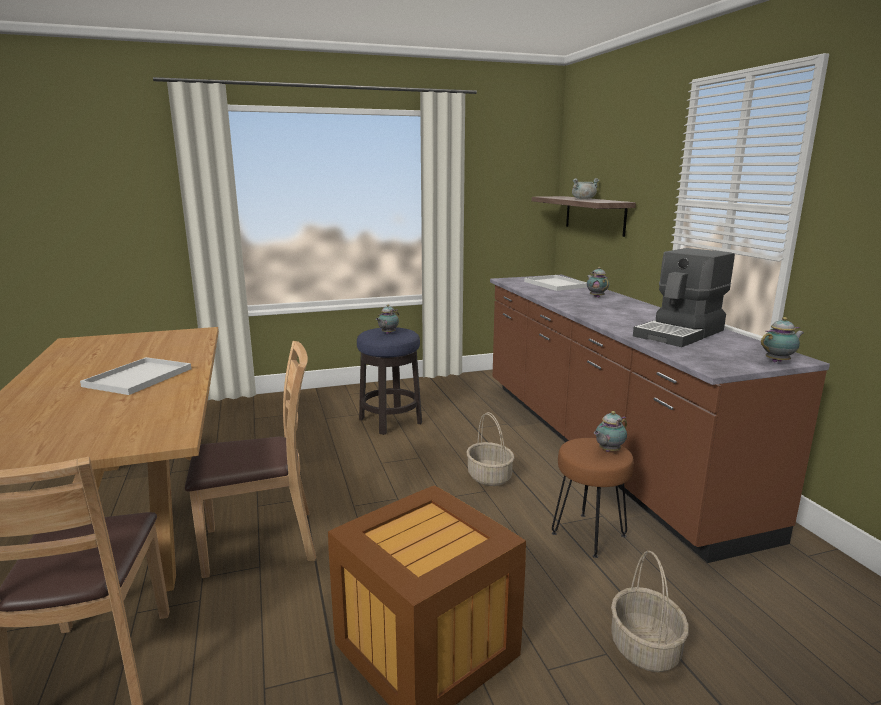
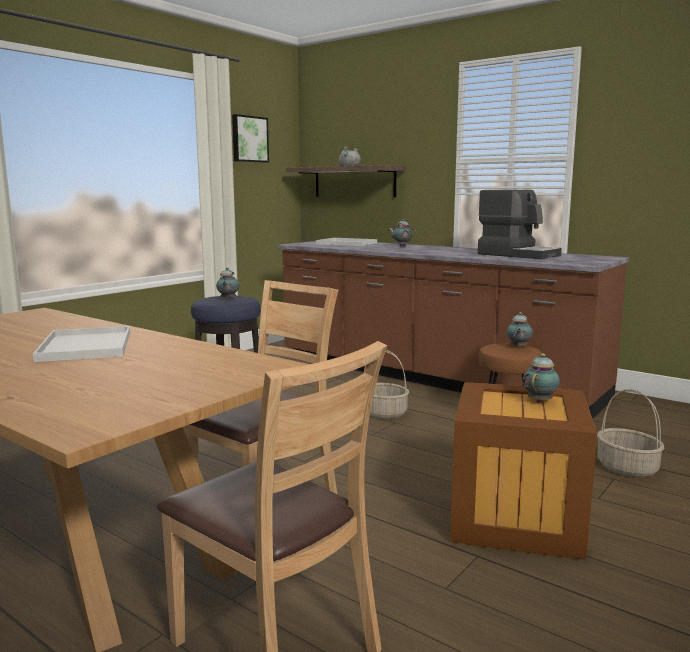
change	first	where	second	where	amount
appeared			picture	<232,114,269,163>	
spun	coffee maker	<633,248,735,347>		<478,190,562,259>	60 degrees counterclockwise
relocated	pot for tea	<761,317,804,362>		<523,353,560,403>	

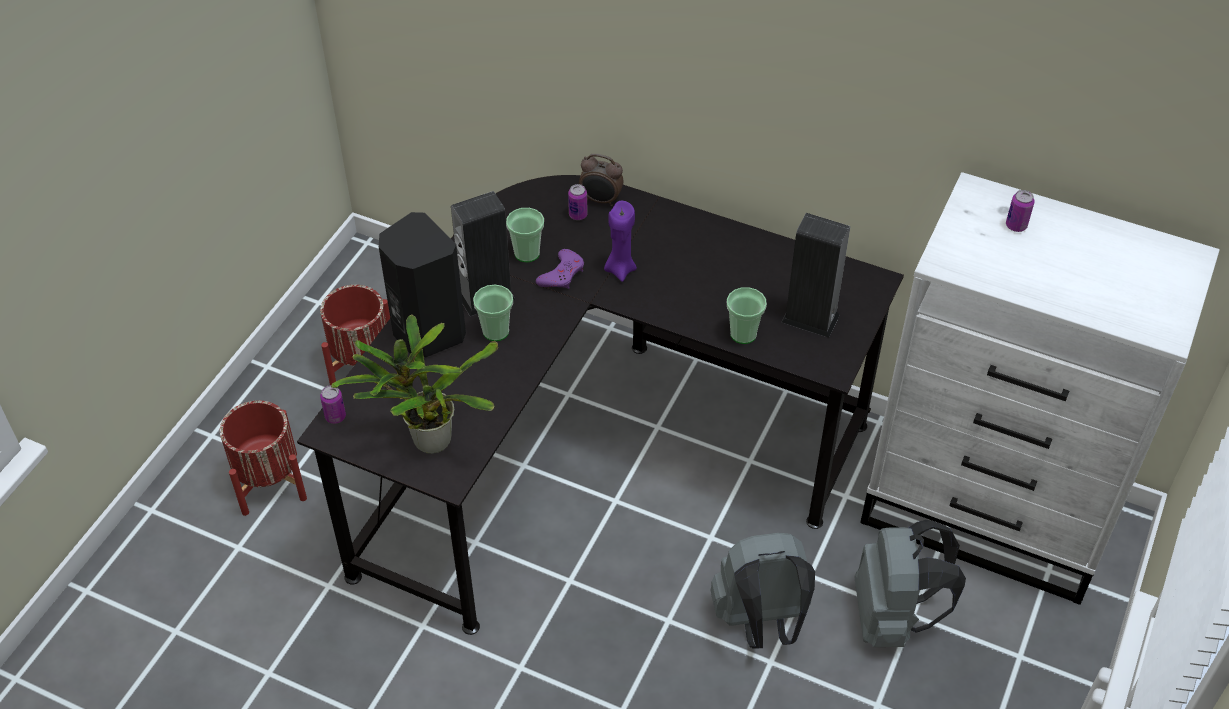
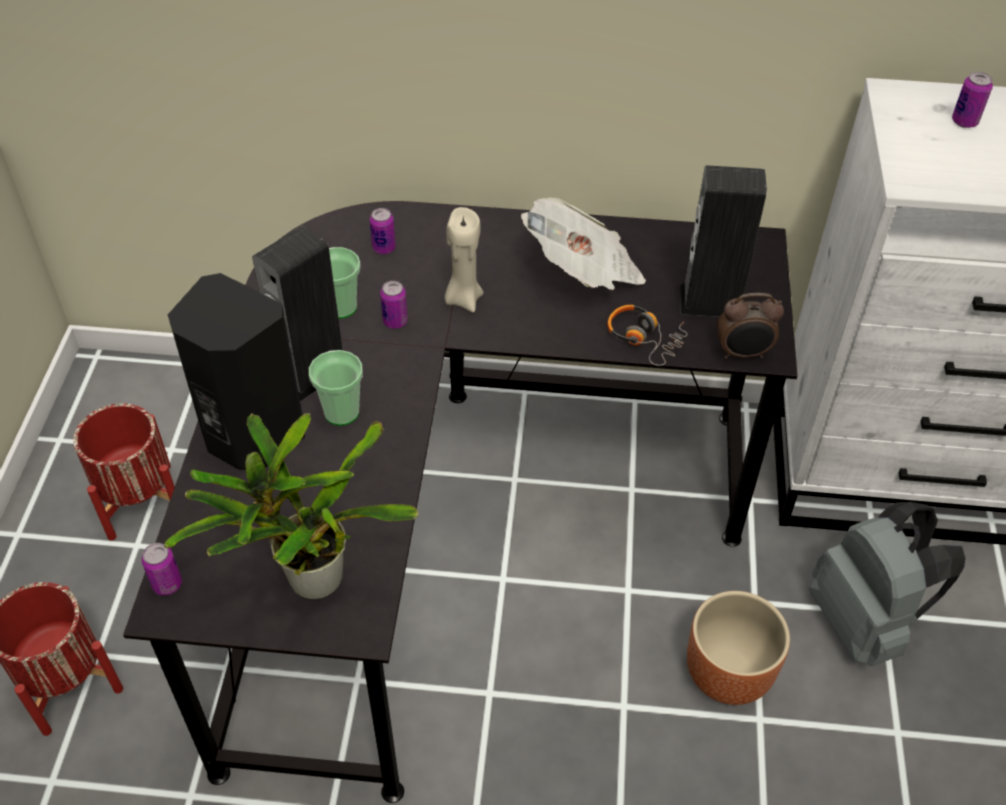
change	first	where	second	where	amount
exchanged	purplish game controller	<536,249,584,289>	sealed can	<380,281,408,329>	
colour	purplish wax light	<604,201,637,282>	sand-coloured wax light	<445,207,483,313>	
appeared			printed paper	<521,197,646,290>	
exchanged	drinking cup	<727,287,767,344>	pair of headphones	<607,305,688,366>	
exchanged	greyish knapsack	<711,533,815,649>	brown-coloured plant pot	<687,591,790,705>	
relocated	table clock	<579,154,623,206>		<717,293,784,359>	

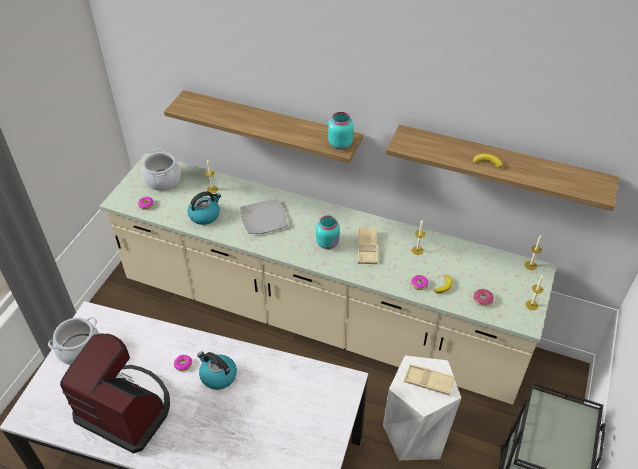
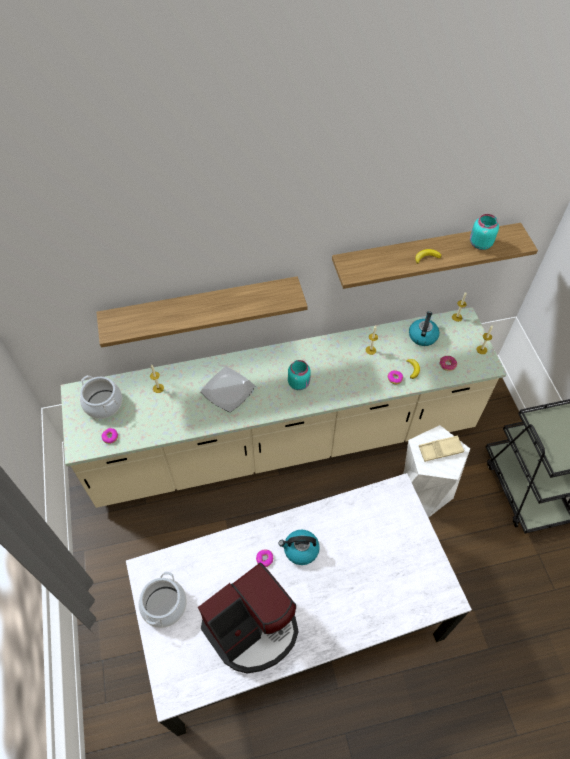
change	first	where	second	where	amount
spun	coffee maker	<60,334,170,453>		<198,563,298,673>	150 degrees clockwise
relocated	water kettle	<188,191,221,225>		<409,311,439,346>	
relocated	turquoise-coloured preserve jar	<328,112,354,149>		<470,214,499,250>	
missing	sand-coloured serving tray	<357,227,377,264>			

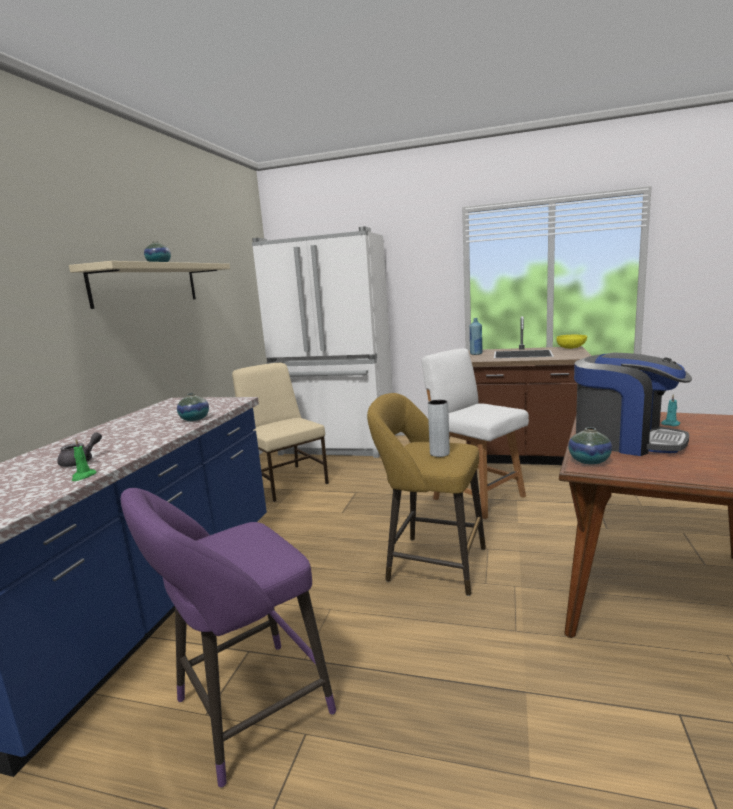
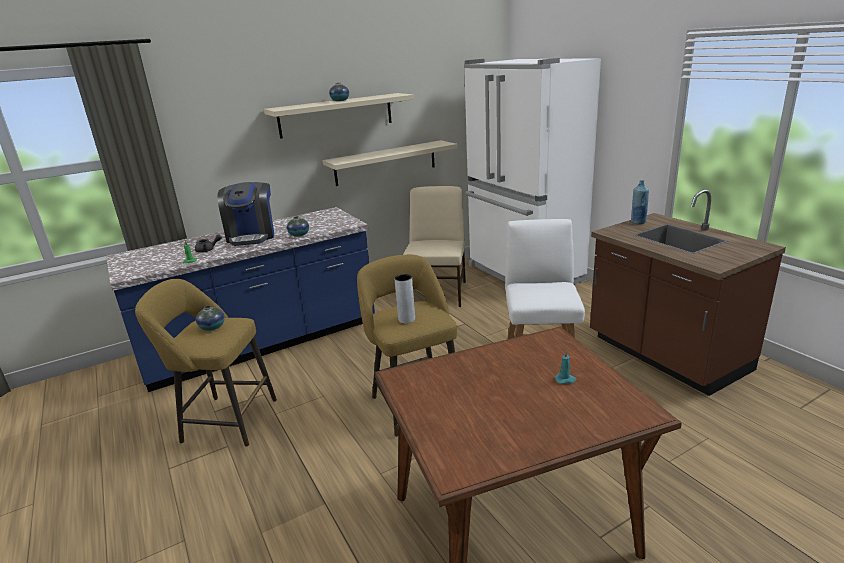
change	first	where	second	where	amount
colour	purplish sitting stool	<120,488,336,788>	yellowish sitting stool	<135,279,277,447>	
relocated	vase	<568,427,612,465>		<196,305,225,331>	
relocated	coffee maker	<574,353,692,456>		<217,182,274,246>	
appeared			sand-coloured wall shelf	<323,140,458,186>	
missing	yellowish serving bowl	<556,335,587,349>			

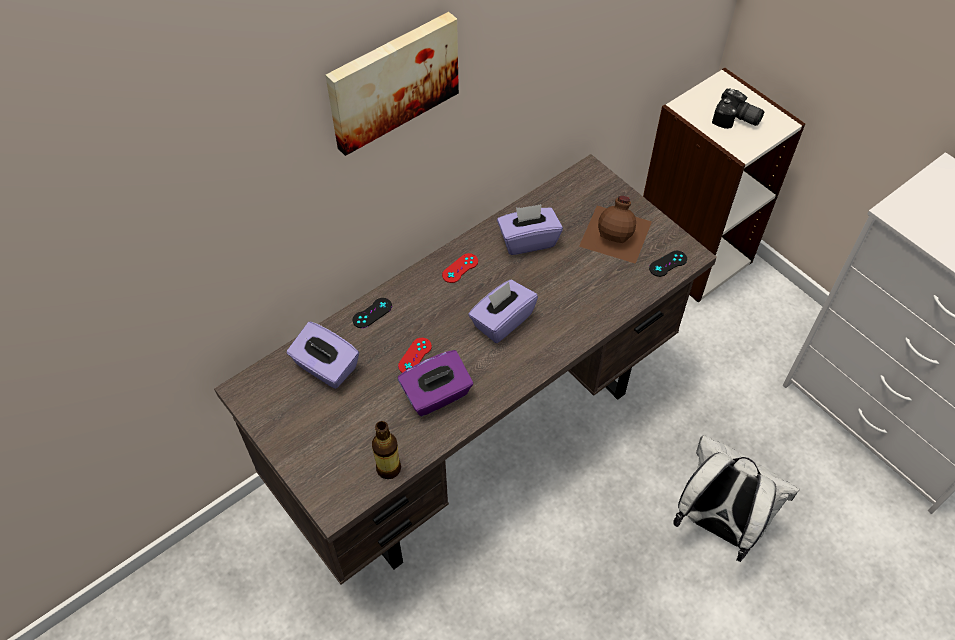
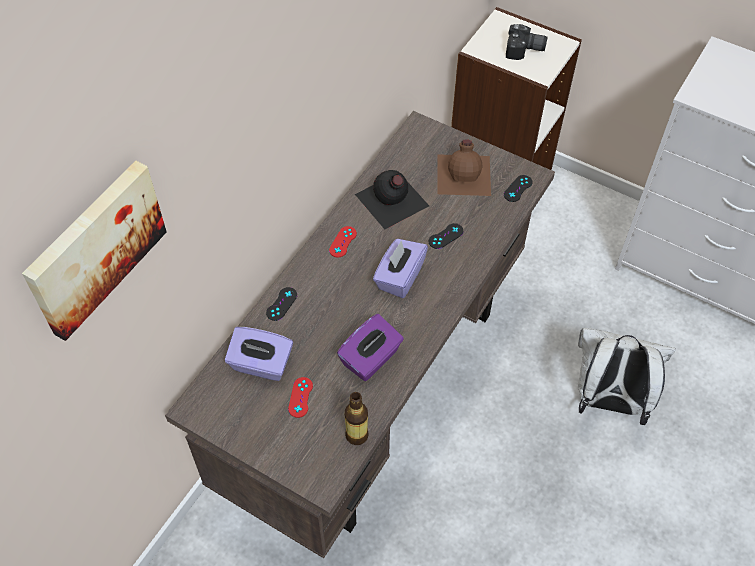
change	first	where	second	where	amount
relocated	picture	<325,12,459,156>		<22,161,167,341>	
relocated	red game controller	<398,338,432,373>		<288,377,313,418>	
exchanged	purplish tissue box	<497,204,563,255>	black drink bottle	<355,170,429,229>	
appeared			black game controller	<429,223,464,249>	

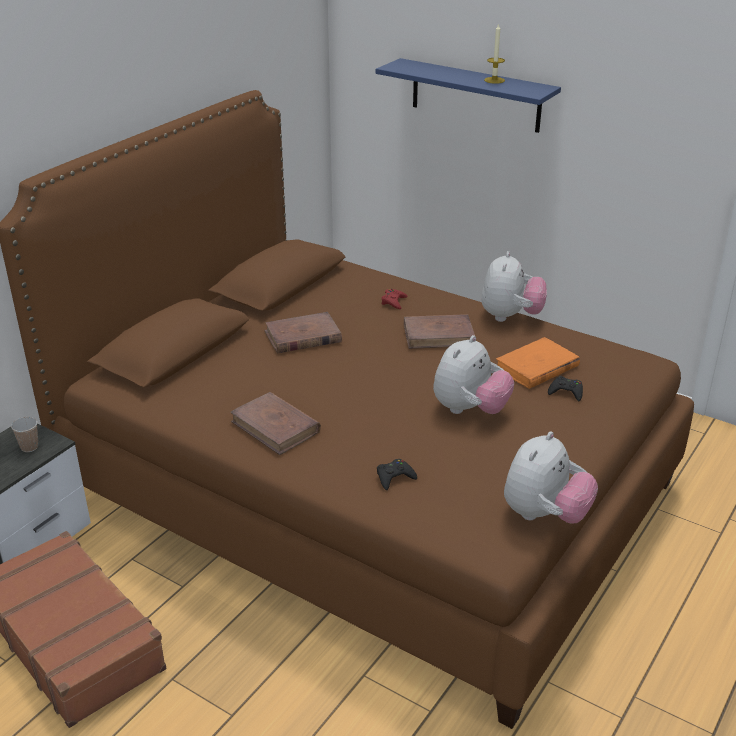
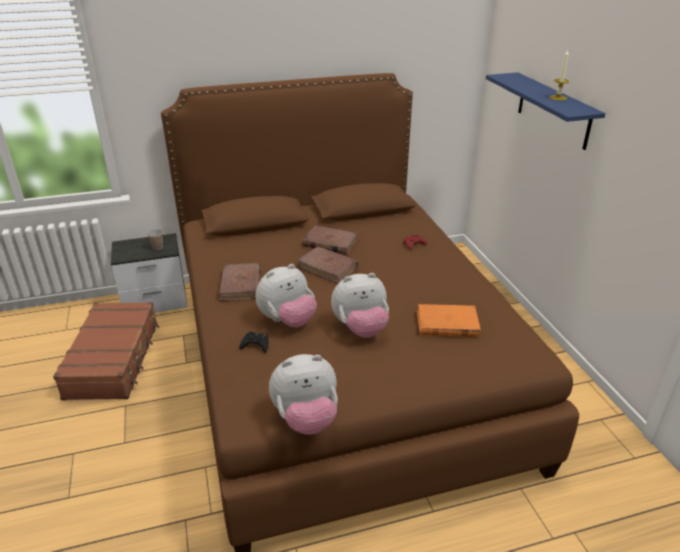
change	first	where	second	where	amount
relocated	cuddly toy	<481,251,547,322>		<255,264,317,327>	
relocated	brown-coloured book	<404,314,475,349>		<297,247,359,283>	
missing	black game controller	<548,376,583,401>			

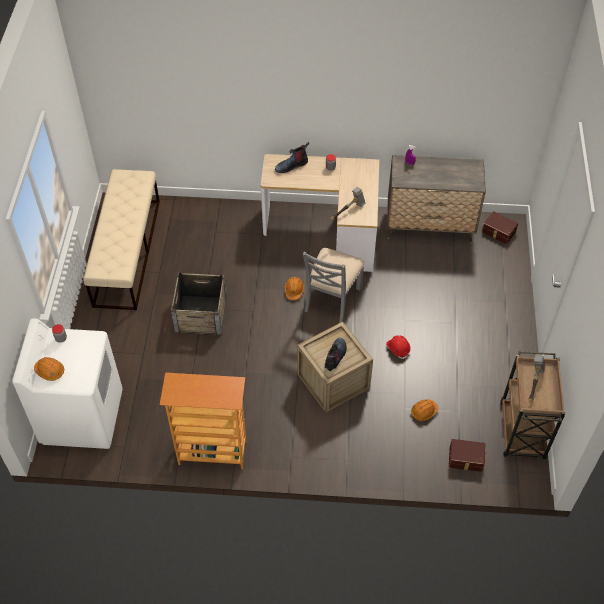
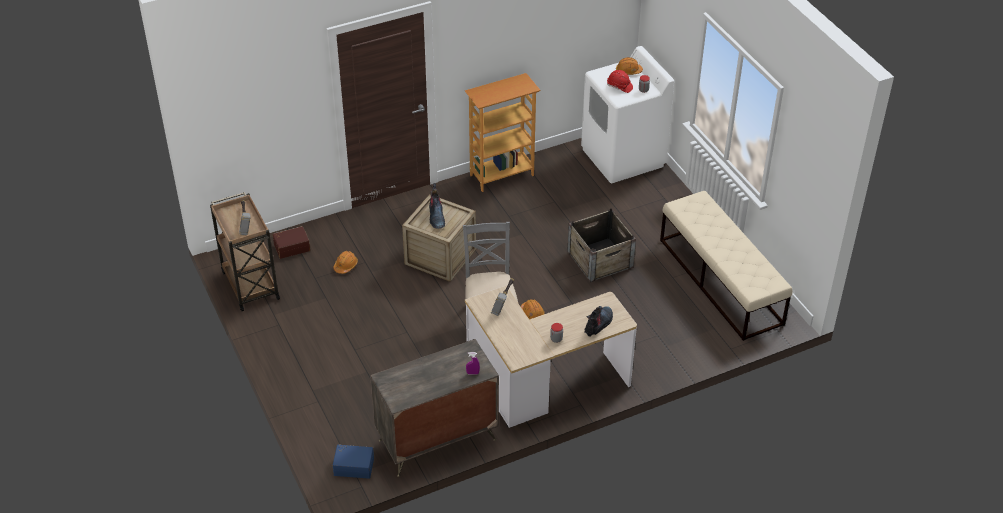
change	first	where	second	where	amount
colour	brown-coloured storage box	<482,211,518,244>	blue storage box	<333,445,374,479>	
relocated	red work helmet	<386,335,411,359>		<607,70,633,93>	

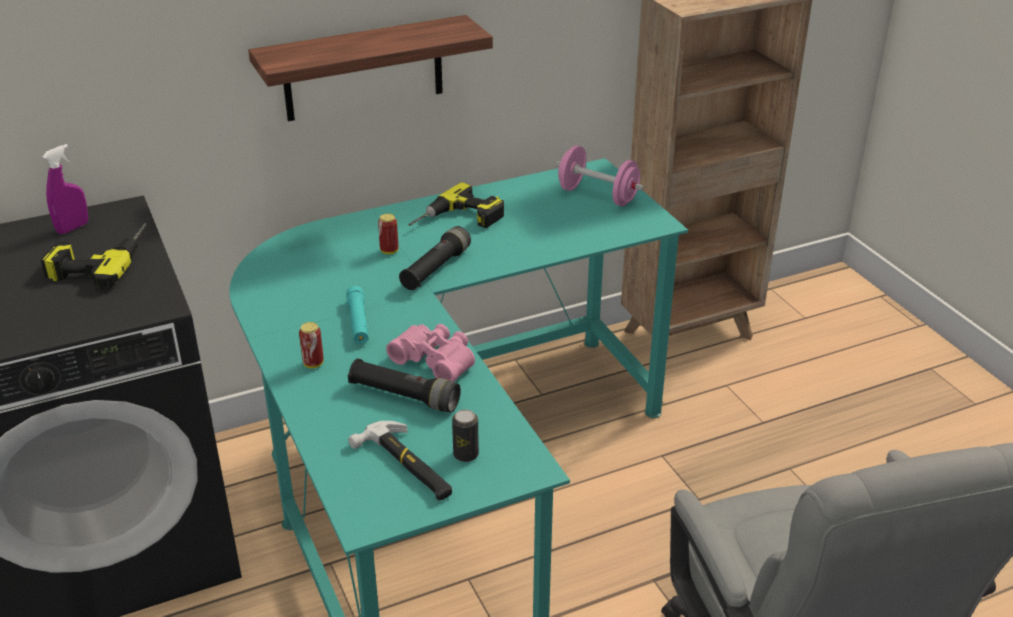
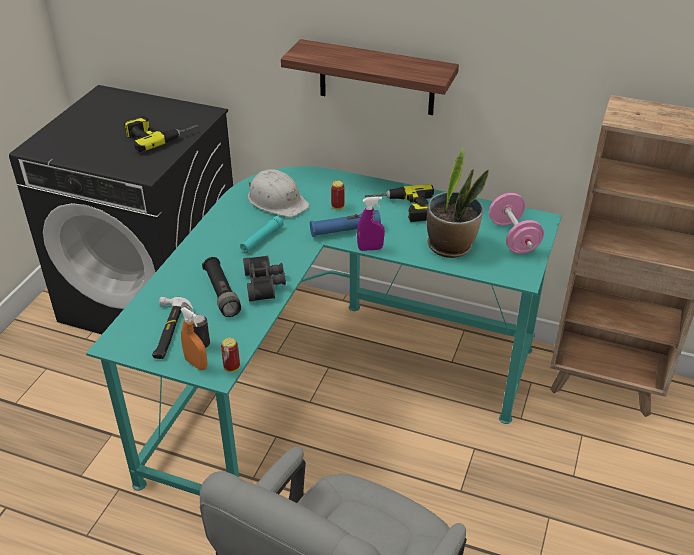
change	first	where	second	where	amount
appeared			orangey hand sprayer	<180,307,207,370>	
relocated	sealed can	<299,322,324,368>		<221,338,240,372>	
colour	pink-coloured field glasses	<386,324,475,382>	black field glasses	<243,255,286,302>	
appeared			whitish work helmet	<248,169,310,217>	
colour	black flashlight	<399,226,471,290>	blue flashlight	<310,210,381,237>	
relocated	purplish hand sprayer	<42,144,88,234>		<357,197,385,251>	
appeared			potted plant	<427,147,489,258>	

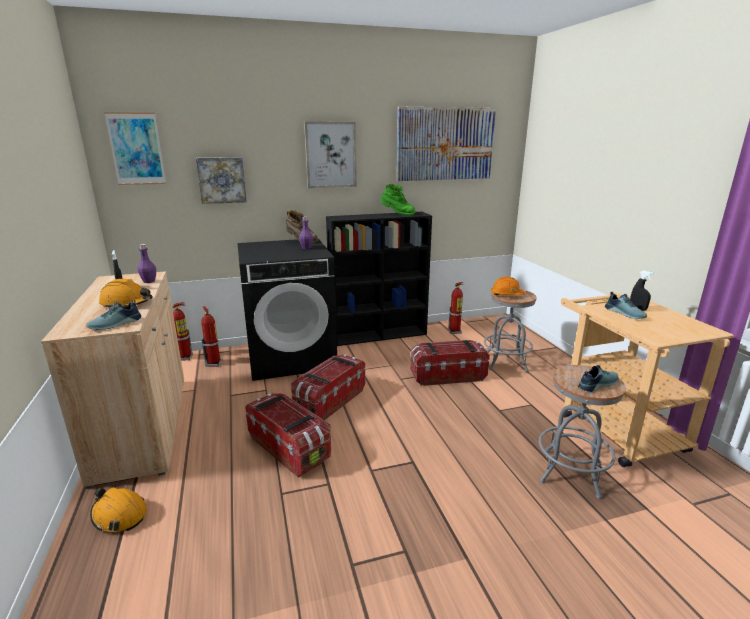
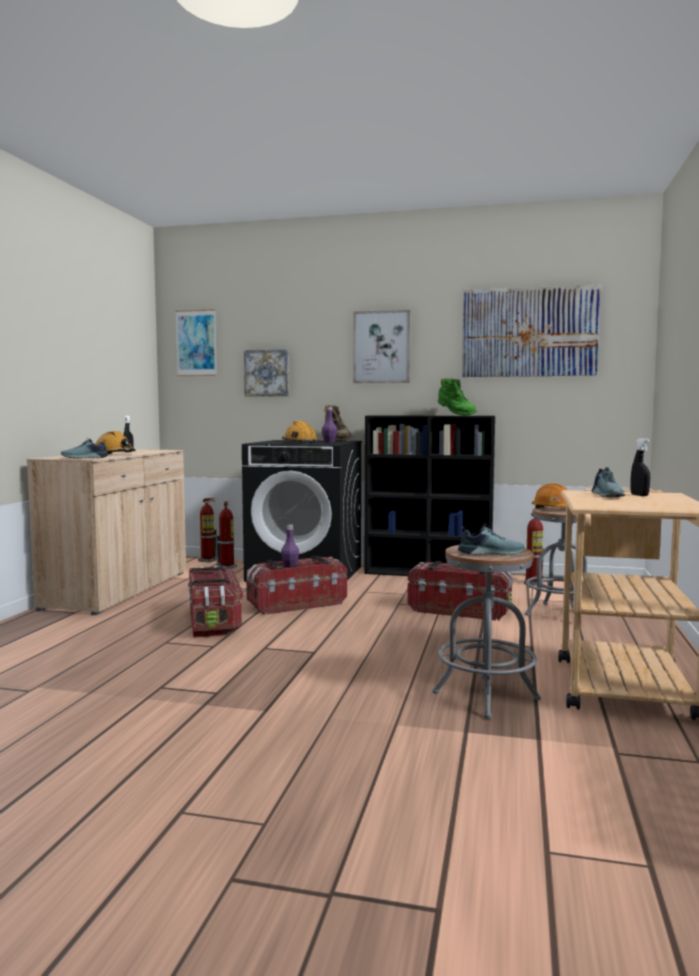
change	first	where	second	where	amount
relocated	purplish drink bottle	<138,244,156,283>		<281,525,299,567>	
relocated	orangey work helmet	<90,487,147,532>		<282,421,317,443>	

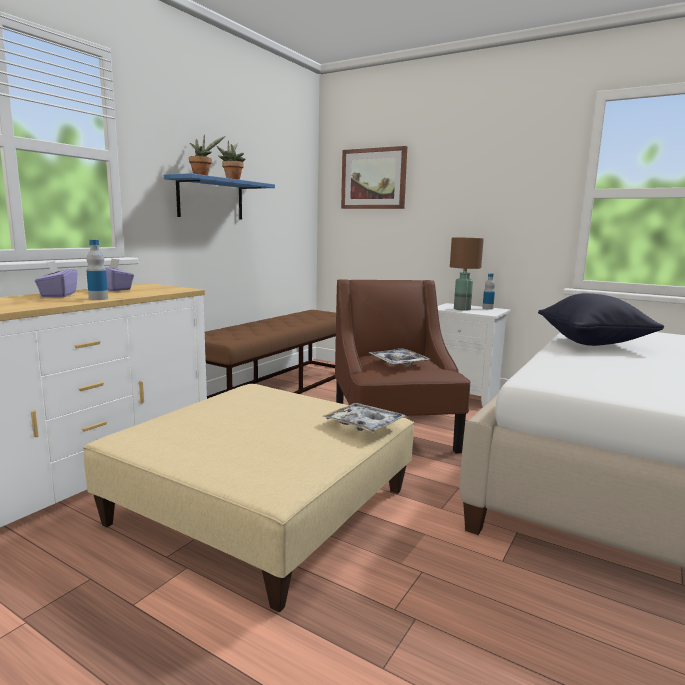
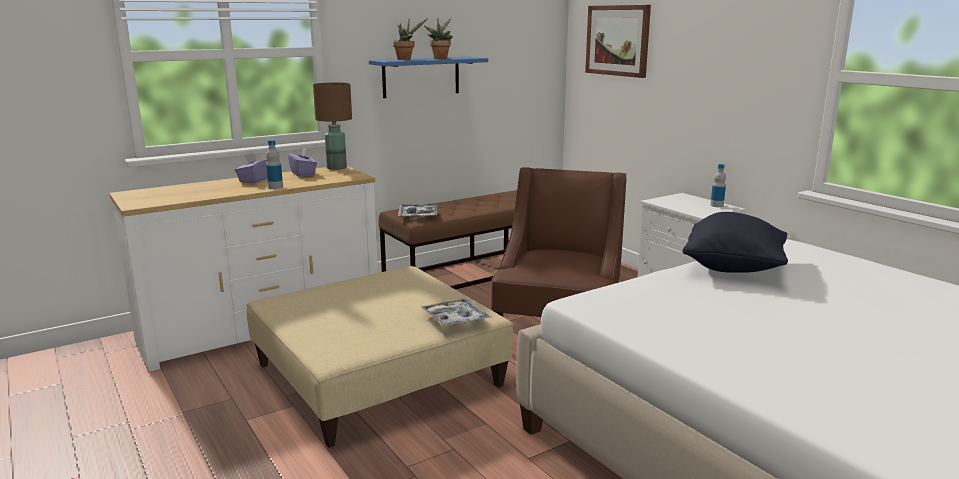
change	first	where	second	where	amount
relocated	brown-coloured table lamp	<450,237,484,311>		<313,82,352,170>	
relocated	serving tray	<369,348,430,366>		<398,204,437,219>	

